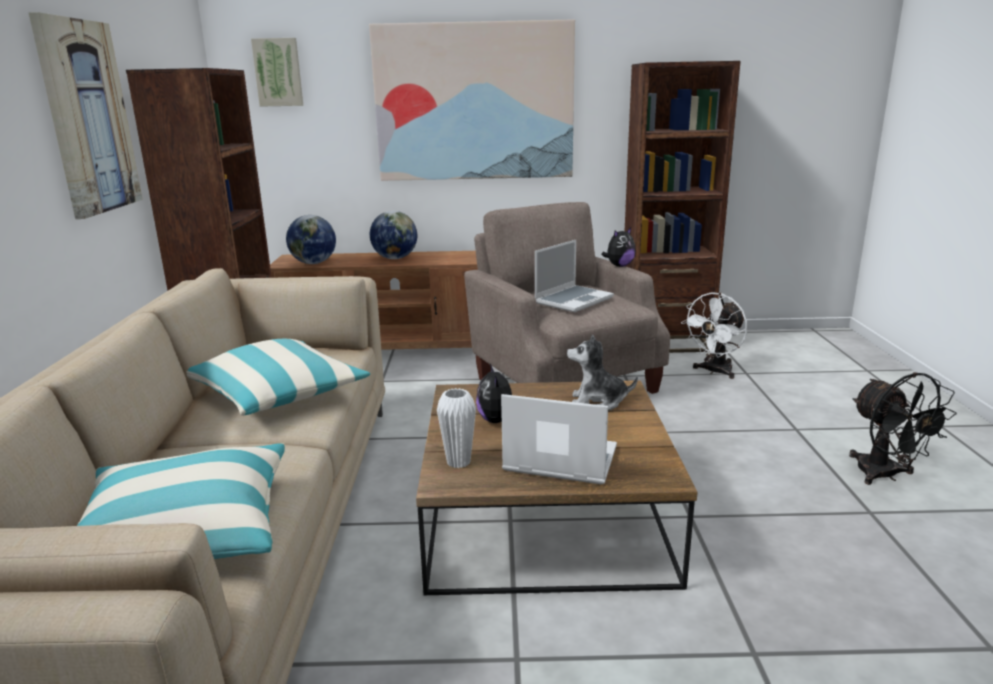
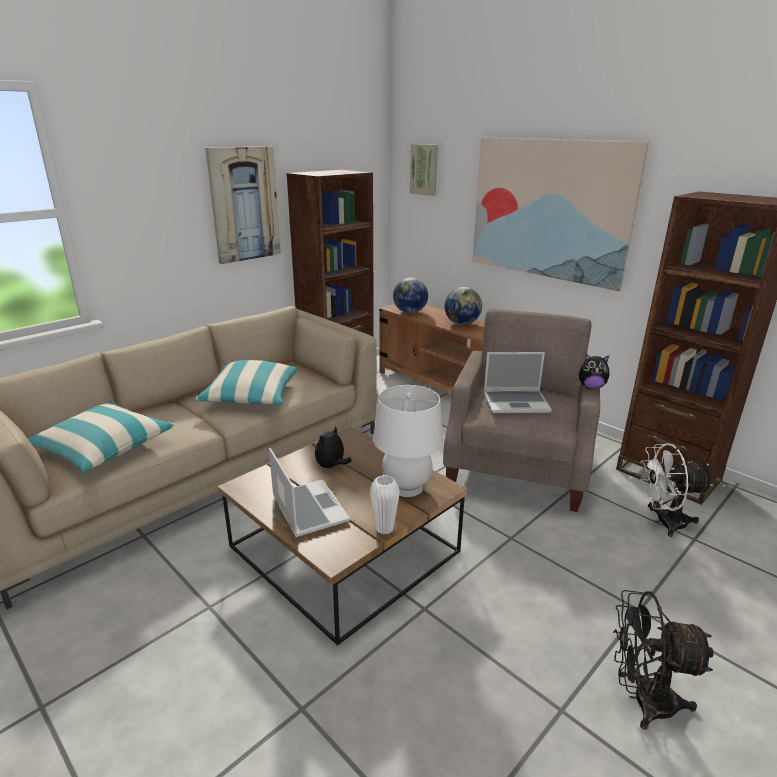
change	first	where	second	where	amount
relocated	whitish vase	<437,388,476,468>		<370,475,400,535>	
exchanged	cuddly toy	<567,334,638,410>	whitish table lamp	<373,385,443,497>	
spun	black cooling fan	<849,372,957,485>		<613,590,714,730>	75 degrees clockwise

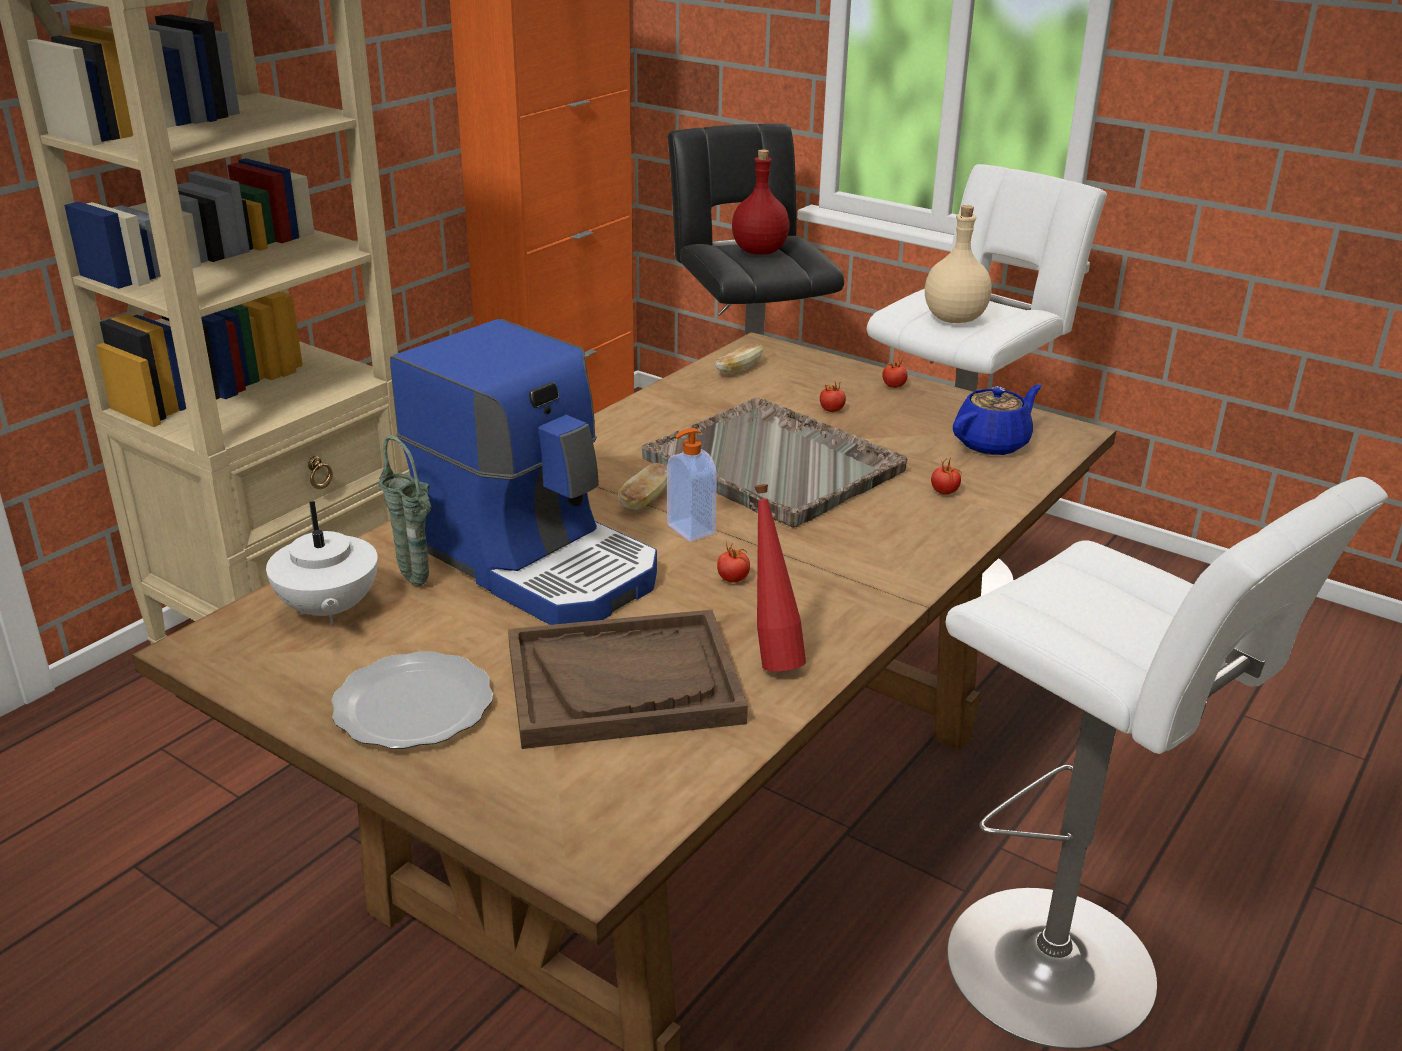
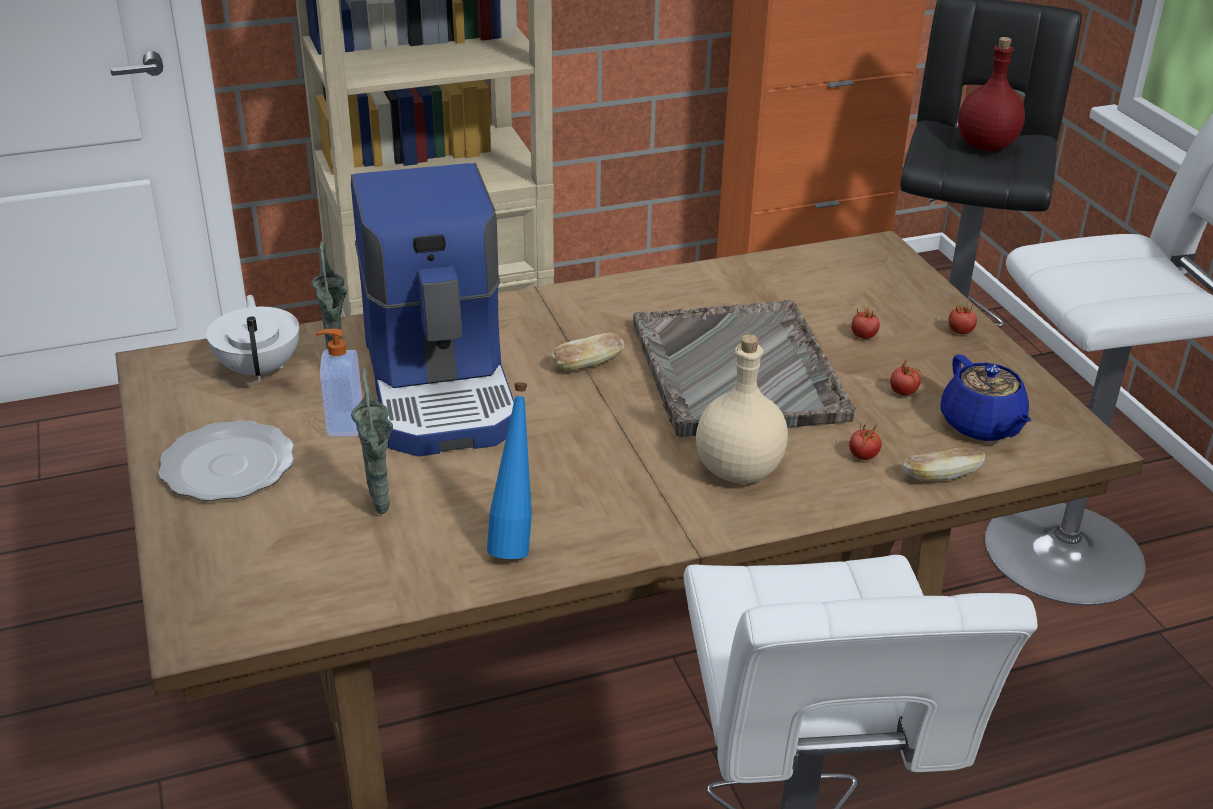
change	first	where	second	where	amount
spun	whitish pot for tea	<266,501,378,624>		<206,295,300,381>	150 degrees clockwise
relocated	soap dispenser	<667,428,717,542>		<316,329,362,437>	
exchanged	brown-coloured serving tray	<508,610,748,749>	greenish vase	<351,368,393,514>	
colour	red drink bottle	<754,484,806,671>	blue drink bottle	<487,382,532,559>	
relocated	sand-coloured drink bottle	<925,205,992,323>		<696,334,788,484>	
relocated	fresh tomato	<717,542,750,583>		<890,357,921,395>	
relocated	bread	<715,344,763,374>		<903,447,985,481>	
spun	blue pot for tea	<953,384,1042,455>		<940,354,1031,441>	75 degrees clockwise

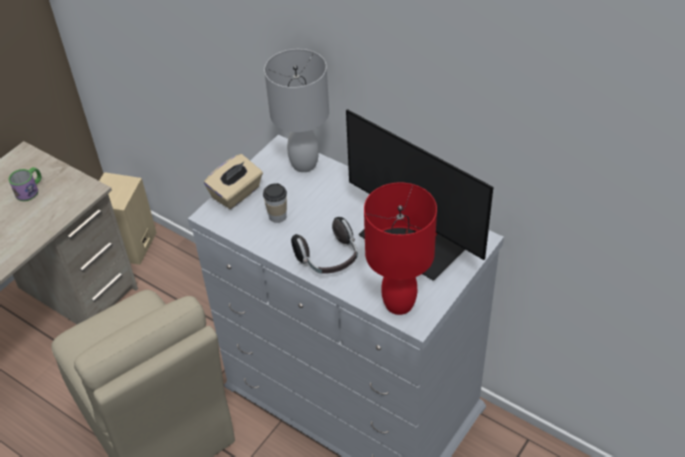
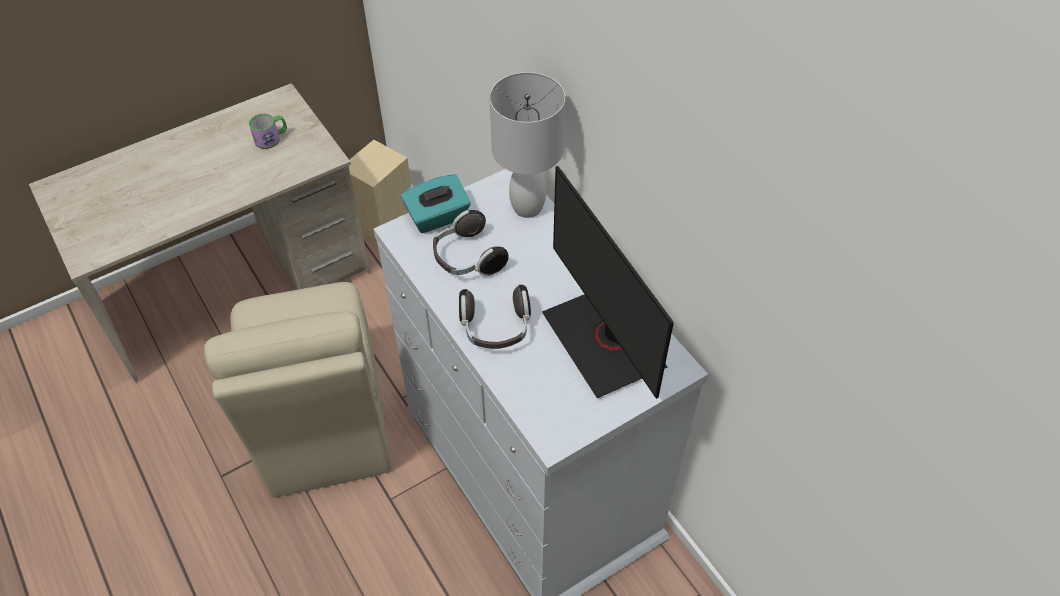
change	first	where	second	where	amount
colour	sand-coloured tissue box	<204,154,263,209>	turquoise-coloured tissue box	<401,174,471,233>	
exchanged	drinking cup	<263,183,287,223>	pair of headphones	<433,210,508,276>	
missing	red table lamp	<364,183,437,315>			

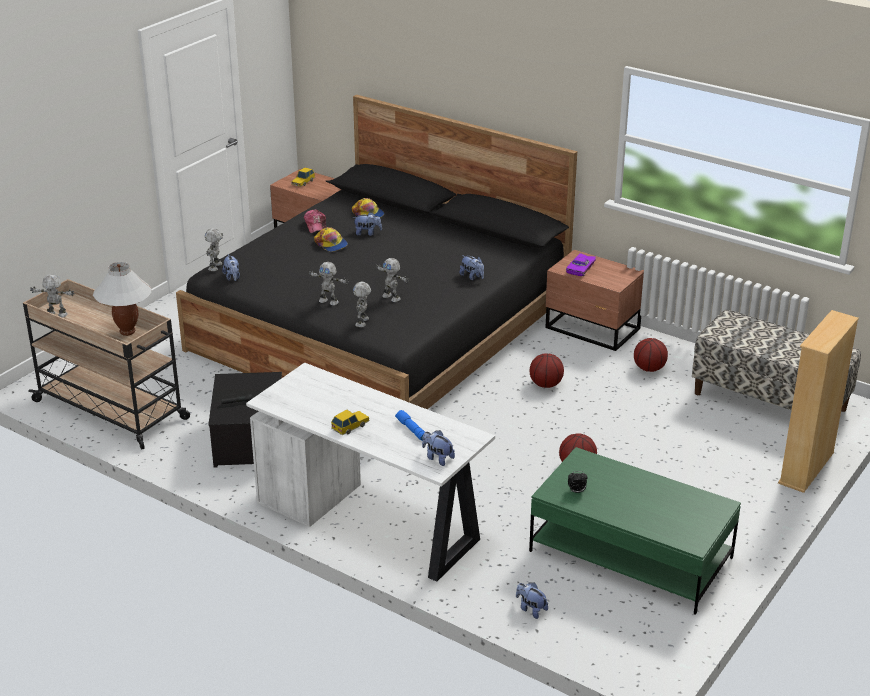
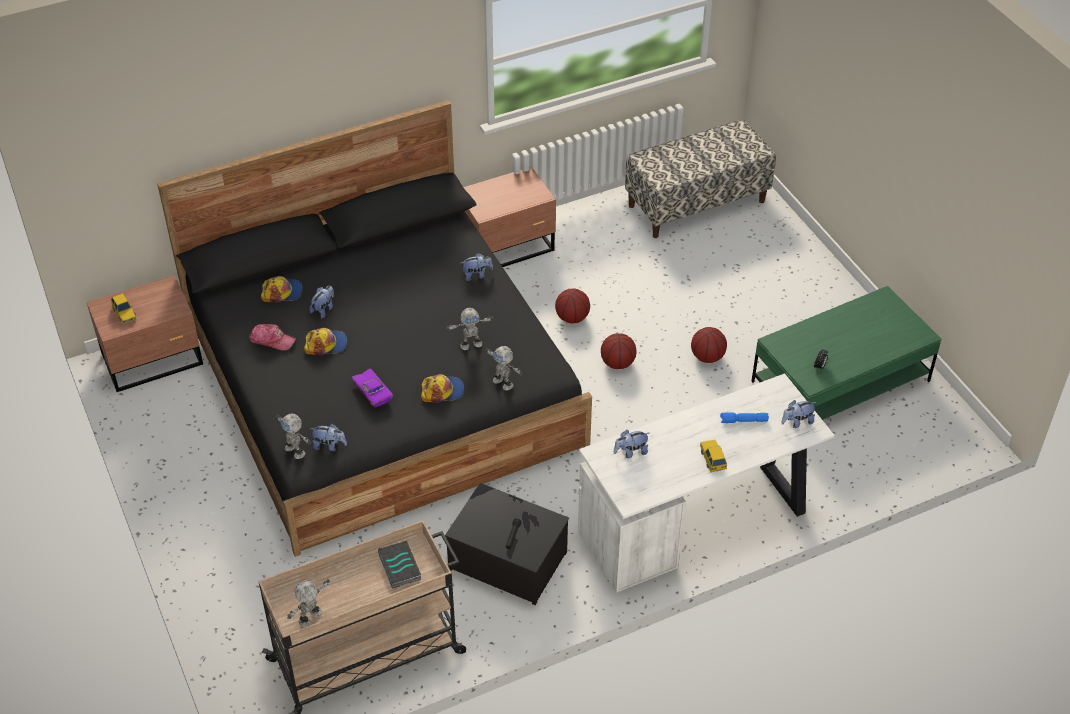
change	first	where	second	where	amount
relocated	purplish toy car	<566,253,596,276>		<352,368,393,407>	
exchanged	whitish table lamp	<93,262,152,336>	book	<378,541,421,589>	
exchanged	toy robot	<309,262,349,306>	peaked cap	<421,374,464,403>	
relocated	ball for basketball	<634,338,668,372>		<601,333,637,369>	
relocated	cuddly toy	<516,582,548,619>		<614,430,649,458>	
missing	sand-coloured shelving unit	<778,310,859,493>			

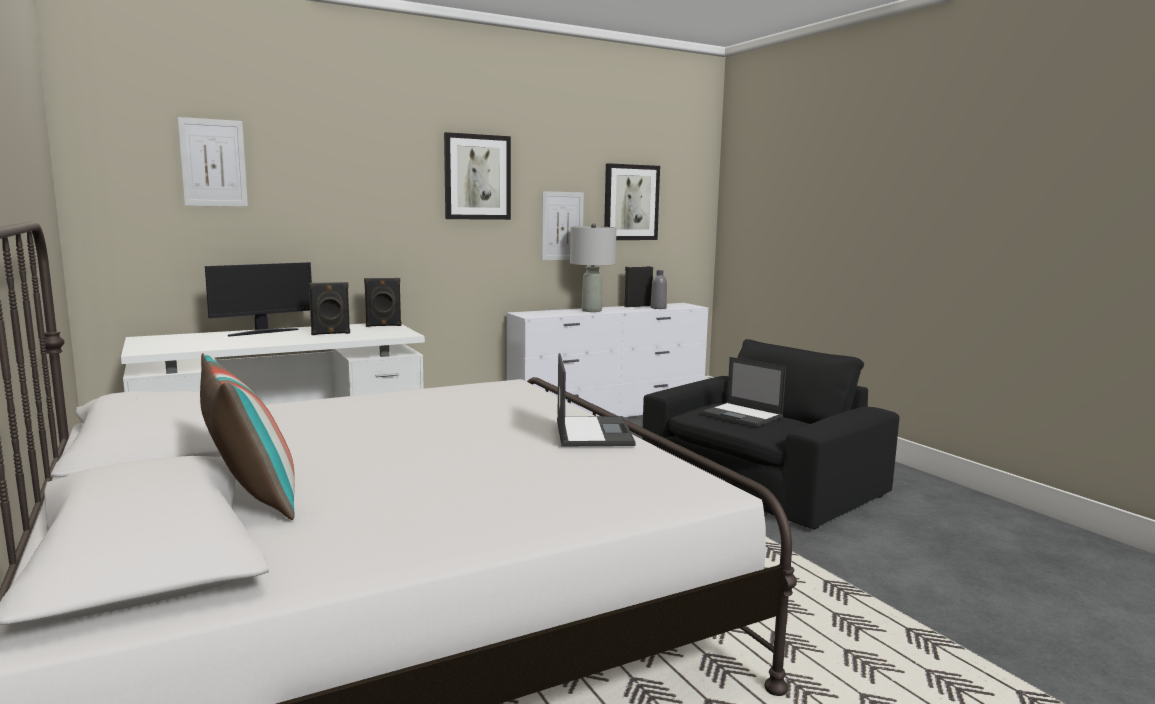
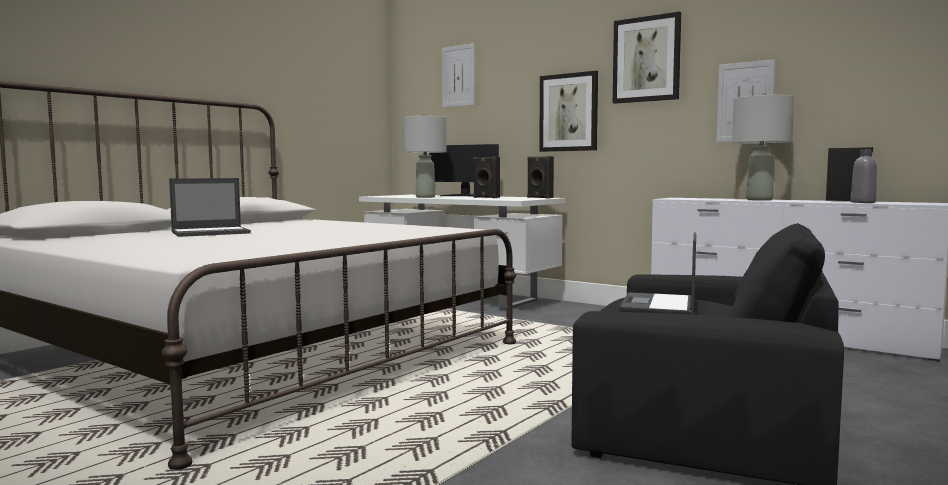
change	first	where	second	where	amount
relocated	portable computer	<557,353,636,447>		<169,178,251,237>	
appeared			greyish table lamp	<403,114,447,198>	
relocated	picture	<604,163,660,240>		<539,71,598,152>	
missing	cushion	<200,353,295,520>			

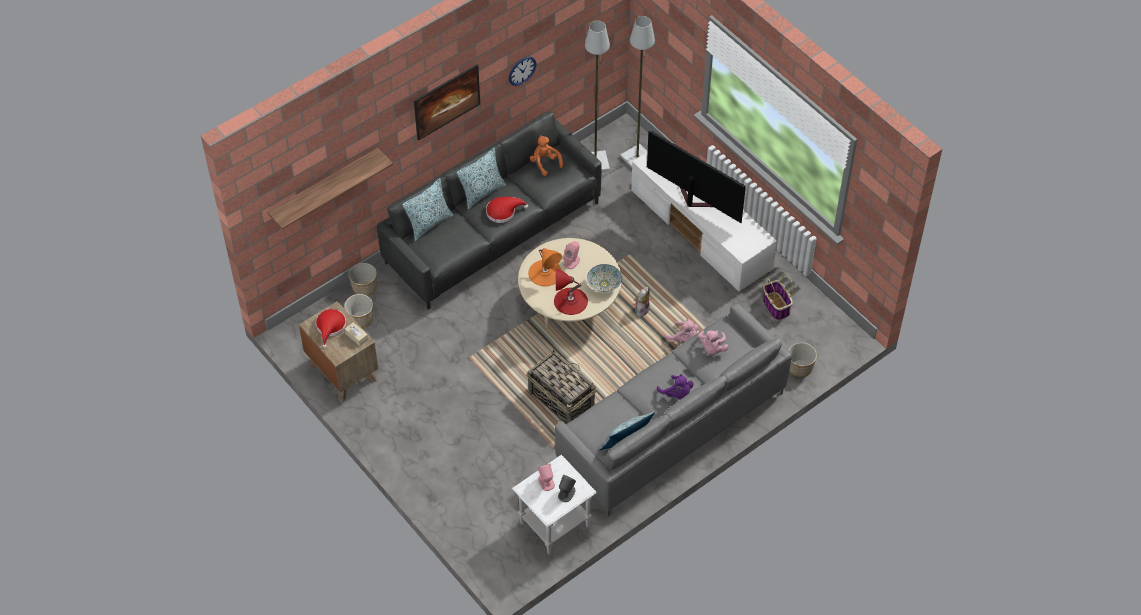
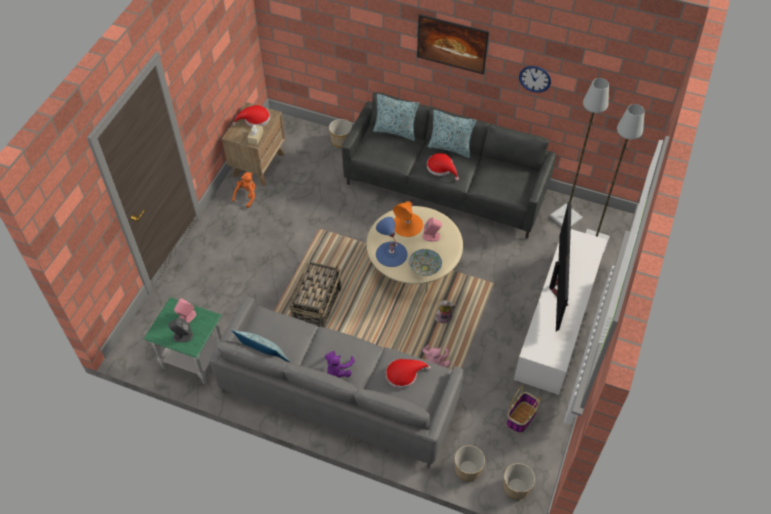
change	first	where	second	where	amount
colour	whitish end table	<512,455,597,555>	greenish end table	<144,297,222,384>	
relocated	orangey cuddly toy	<530,135,563,176>		<232,172,255,208>	
colour	red table lamp	<554,269,588,315>	blue table lamp	<376,217,408,267>	
exchanged	pink-coloured cuddly toy	<698,330,729,354>	red clothing hat	<386,359,431,389>	
relocated	plant pot	<344,294,373,328>		<504,463,535,499>	
missing	wall shelf	<267,148,393,230>			

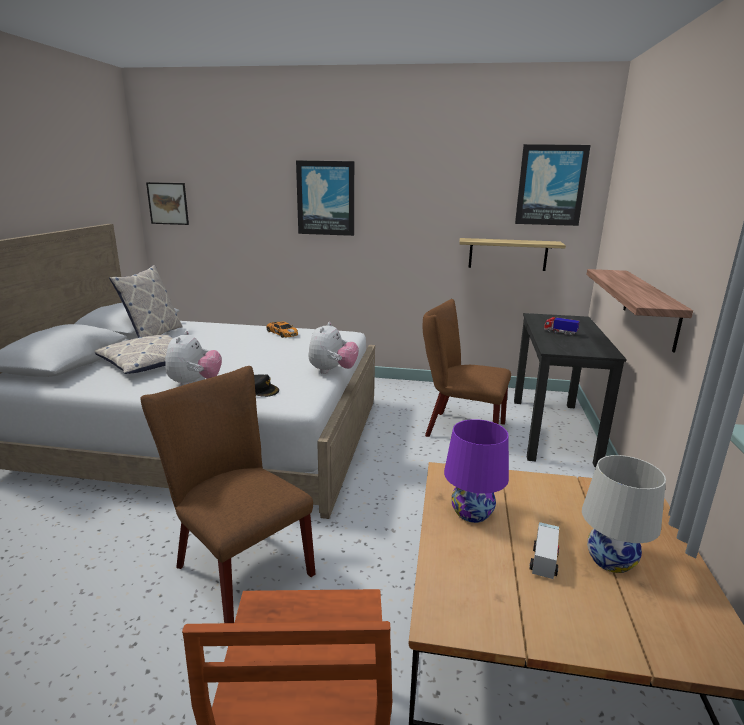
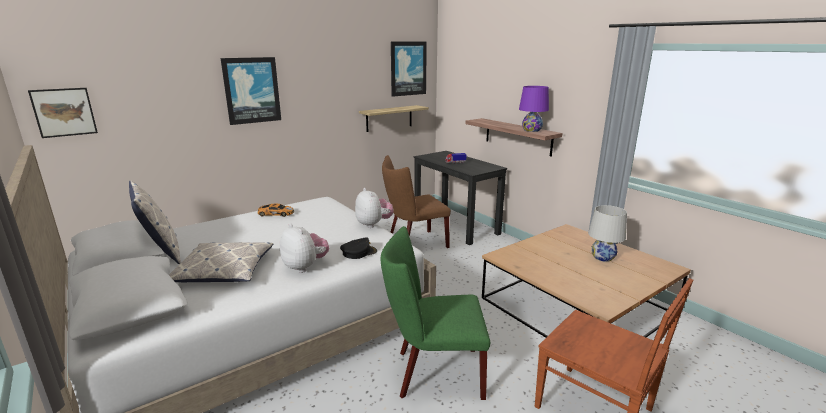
change	first	where	second	where	amount
colour	brown-coloured chair	<141,366,315,623>	greenish chair	<381,226,490,400>	
relocated	purplish table lamp	<444,419,509,523>		<519,86,549,132>	
missing	model truck	<529,522,559,579>			

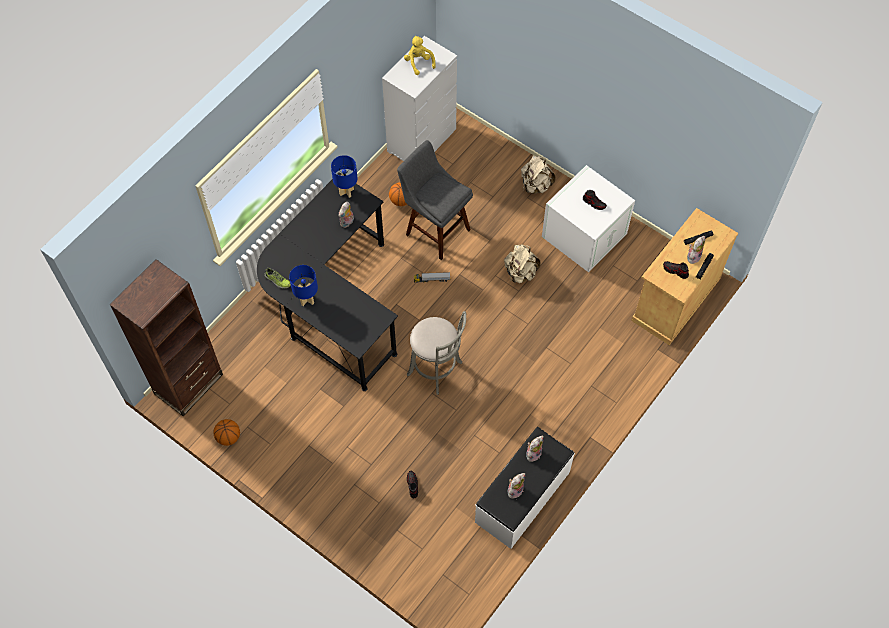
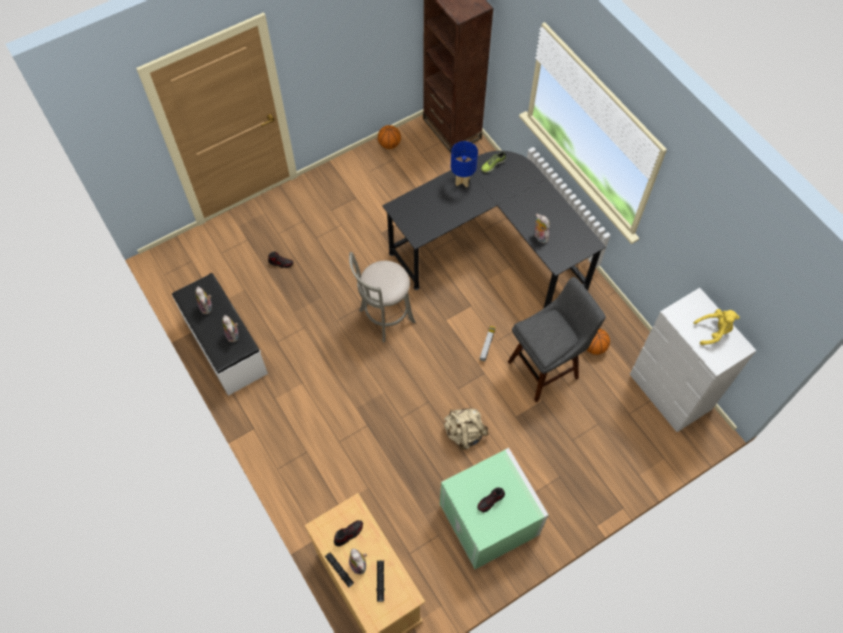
change	first	where	second	where	amount
colour	whitish storage box	<542,165,635,272>	greenish storage box	<440,448,548,569>	
missing	blue table lamp	<331,155,358,198>			
missing	sand-coloured knapsack	<521,156,556,193>			

